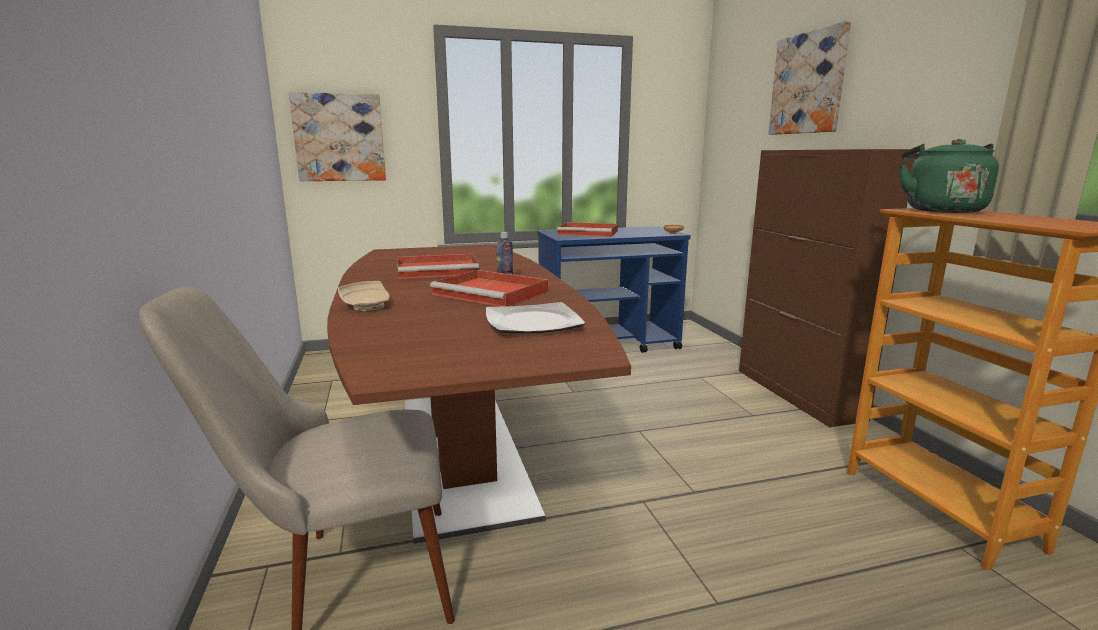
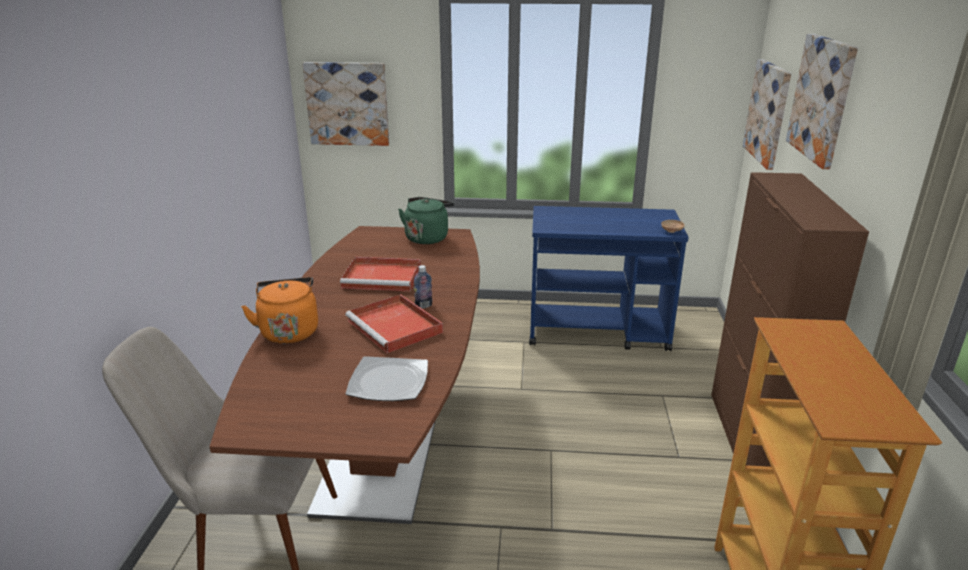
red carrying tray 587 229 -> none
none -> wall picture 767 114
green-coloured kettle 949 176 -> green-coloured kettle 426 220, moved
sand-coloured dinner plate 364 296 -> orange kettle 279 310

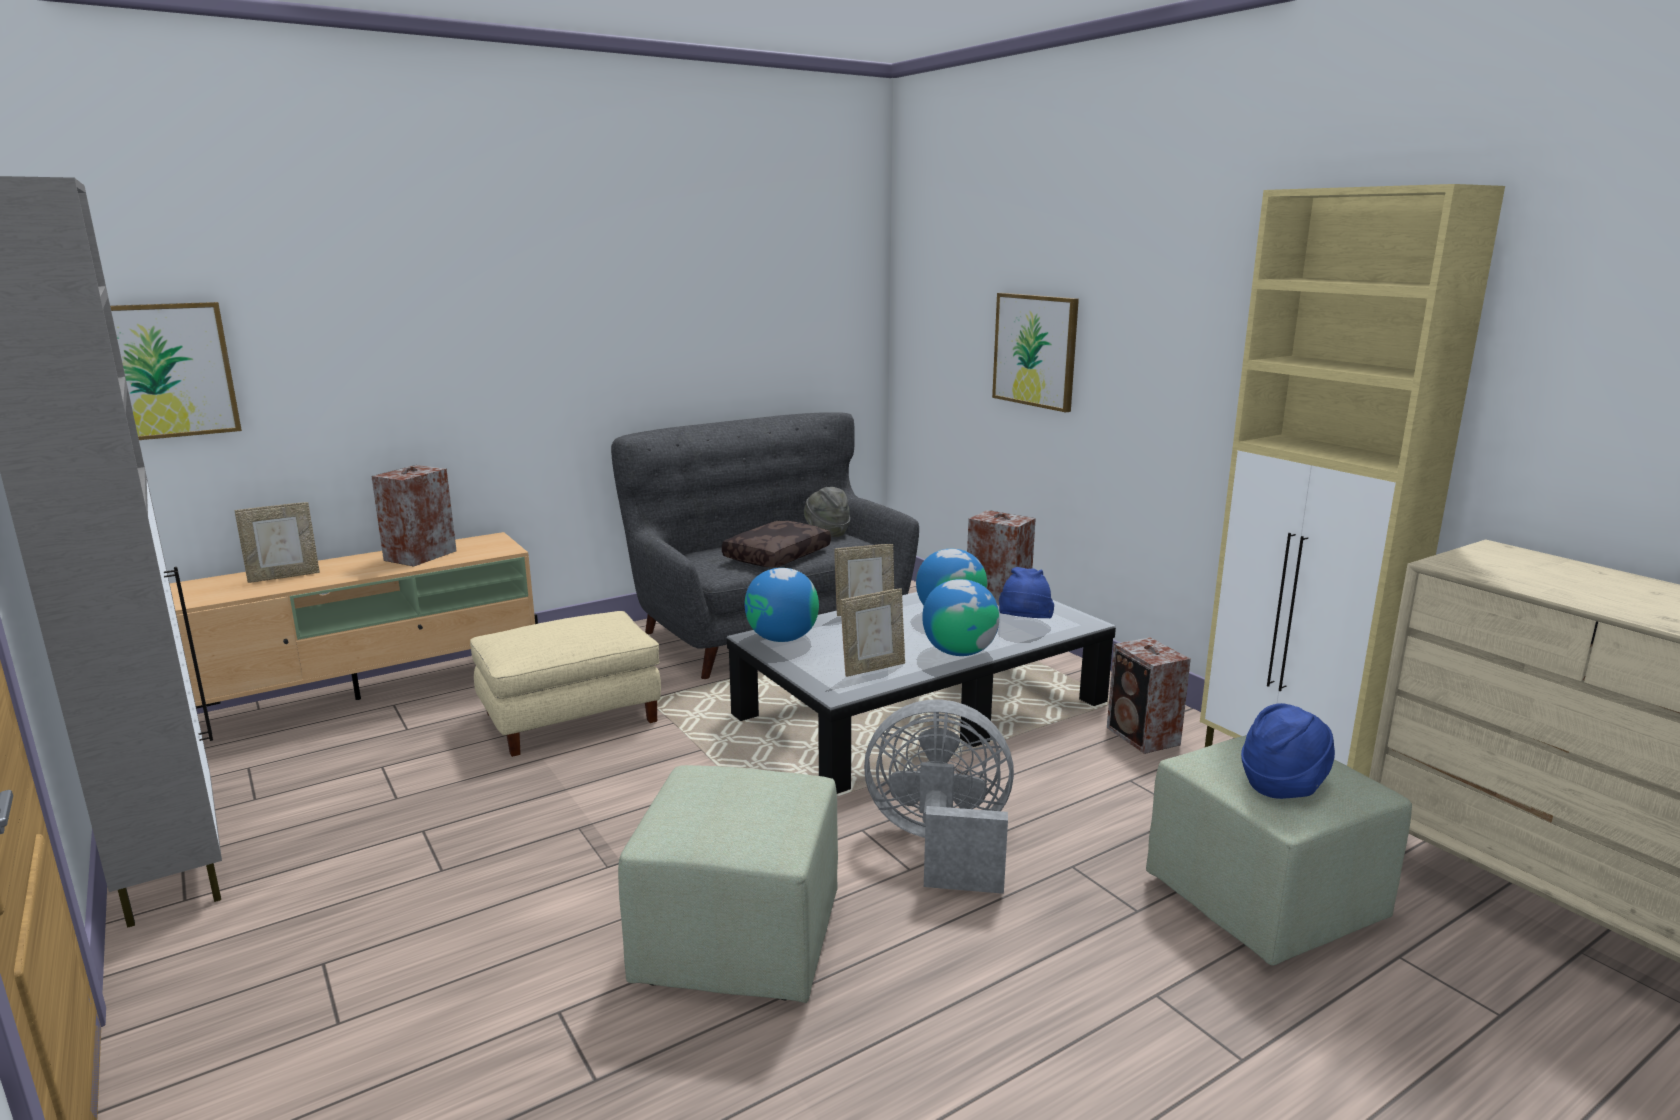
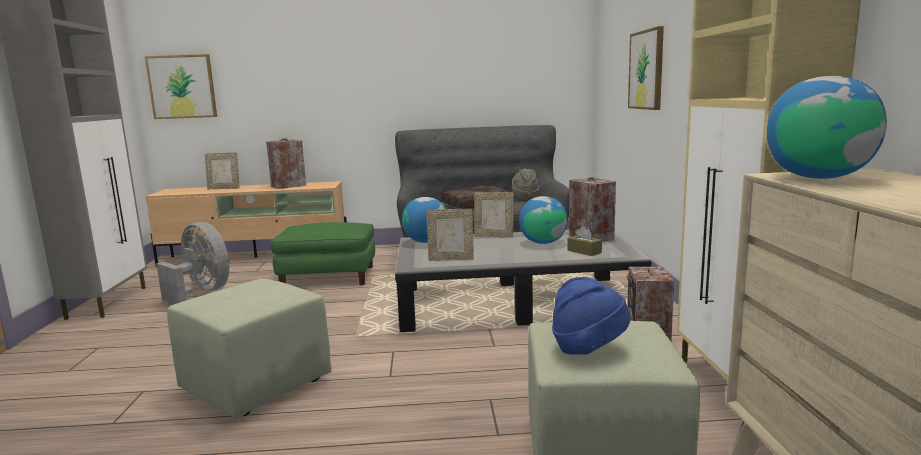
greyish fan 939 796 -> greyish fan 192 263, moved
world globe 960 617 -> world globe 827 127, moved
blue wearable hat 1026 592 -> brown box of tissues 584 241
sand-coloured pouffe 565 684 -> green-coloured pouffe 323 253

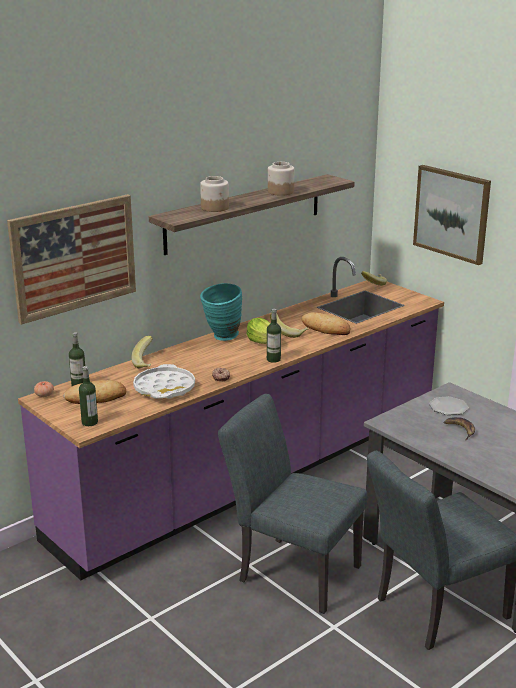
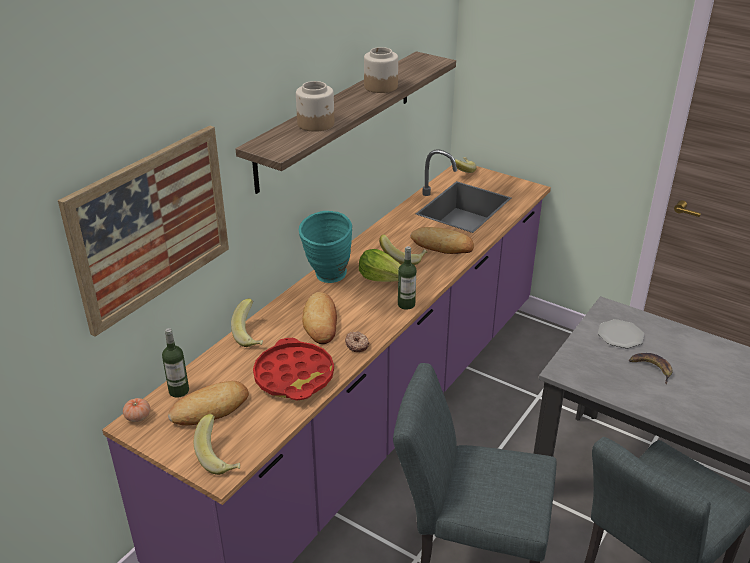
wall picture 452 215 -> none
none -> bread 319 318
beverage bottle 88 396 -> banana fruit 217 444
white carrying tray 164 381 -> red carrying tray 293 369

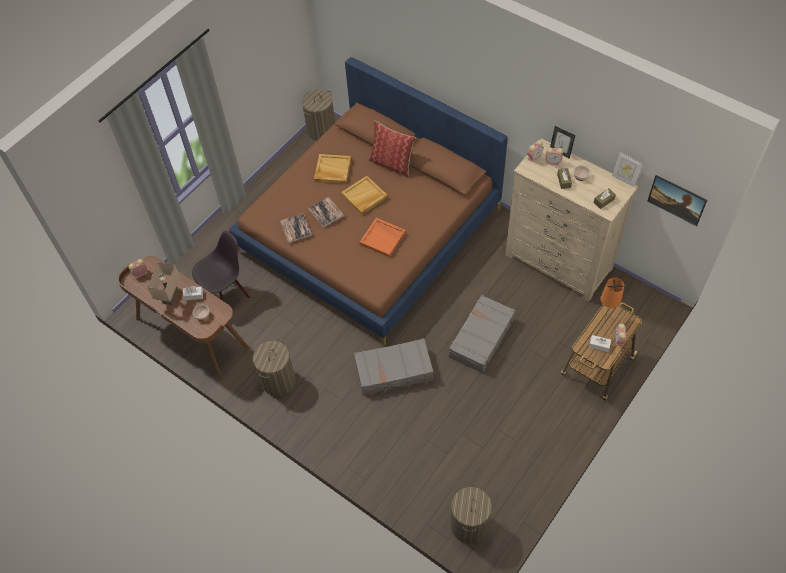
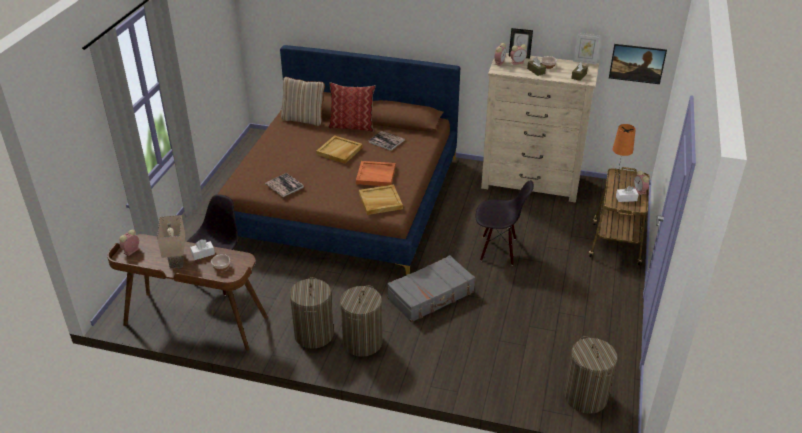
none -> sand-coloured cushion 303 101
hamper 318 115 -> hamper 361 321, moved
book 326 212 -> book 386 141, moved
sand-coloured carrying tray 332 169 -> sand-coloured carrying tray 381 200, moved
greyish travel case 482 334 -> black upright chair 504 223

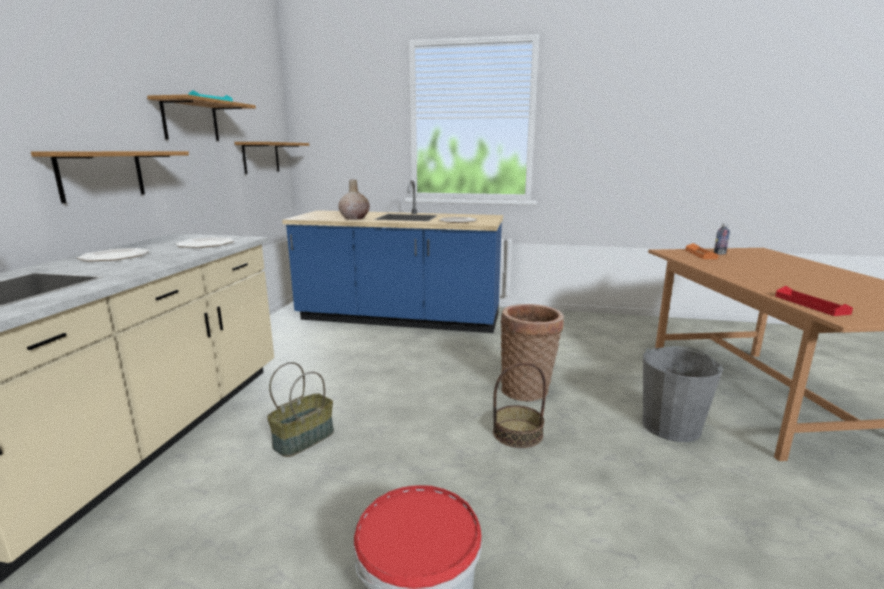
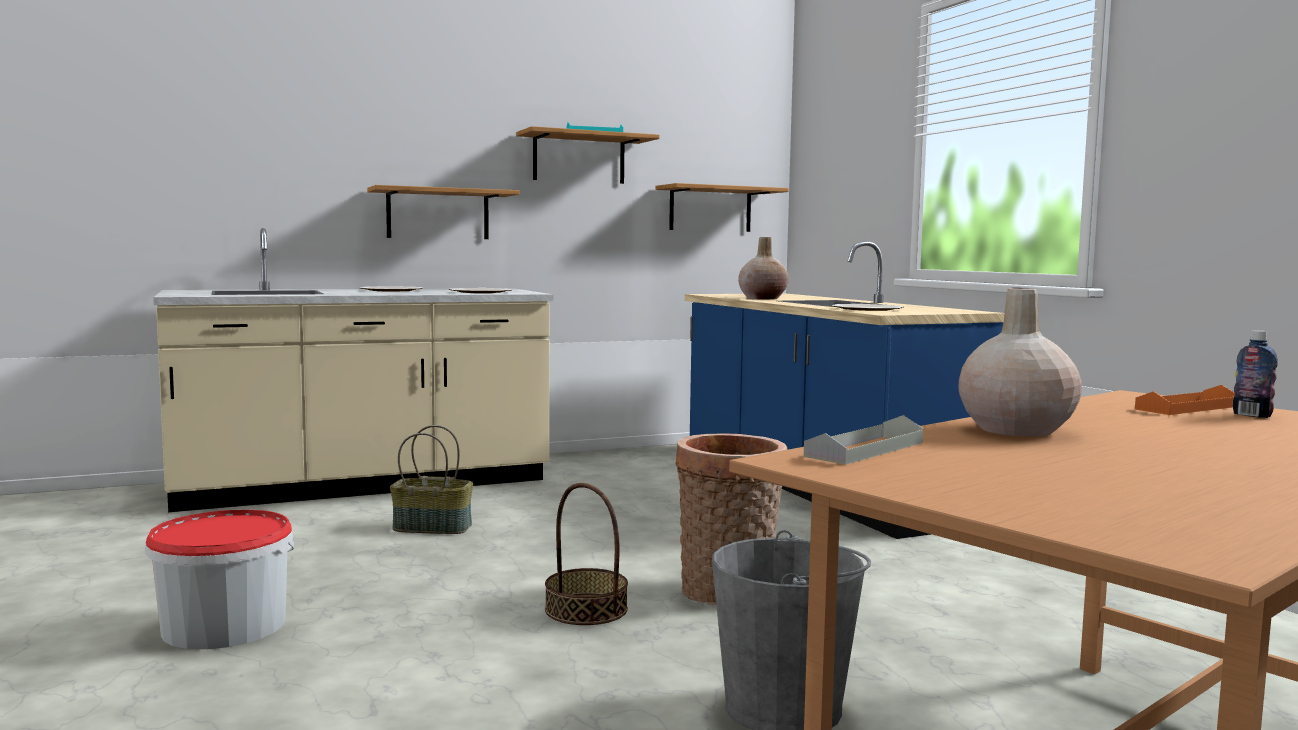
none -> sand-coloured vase 1020 362
red carrying tray 814 301 -> greyish carrying tray 863 440

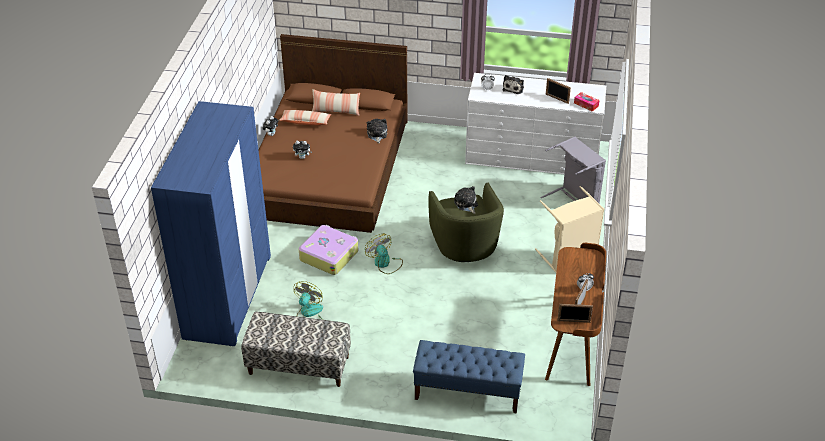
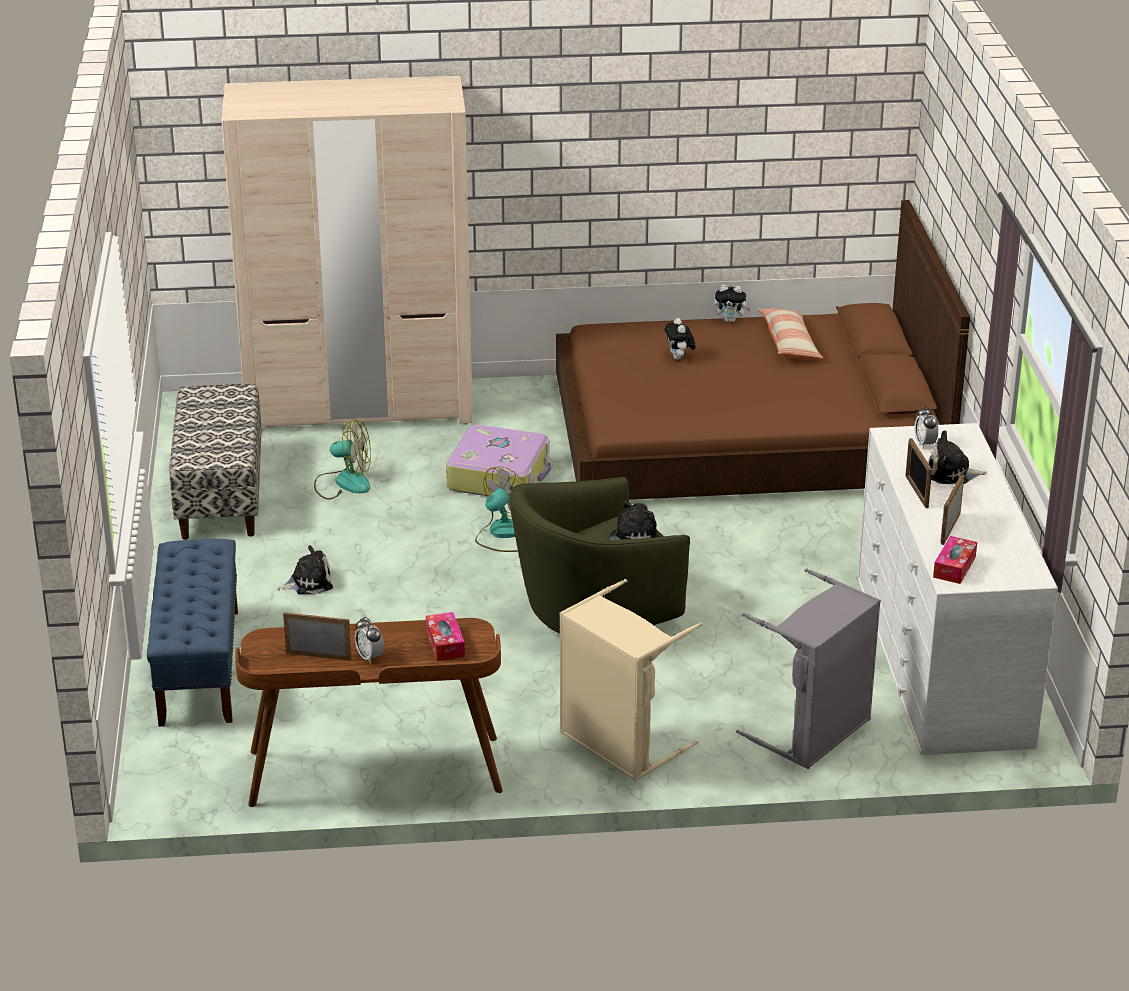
cushion 336 102 -> none
none -> box of tissues 445 636
plush toy 377 131 -> plush toy 305 569, moved
photo frame 575 313 -> photo frame 918 473, moved
blue armoire 211 223 -> sand-coloured armoire 347 251

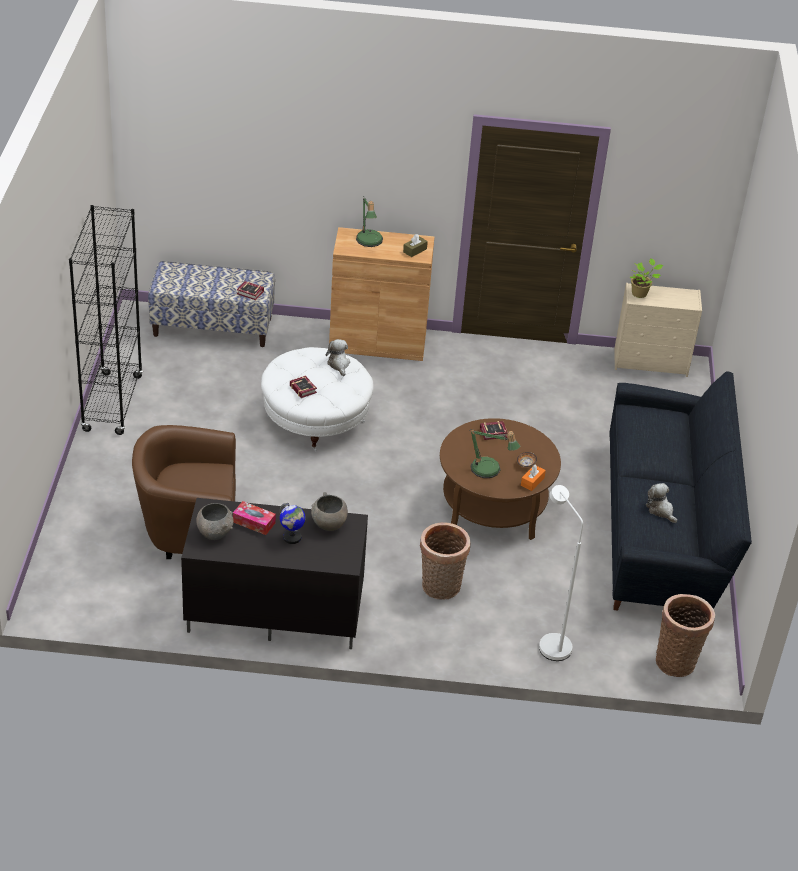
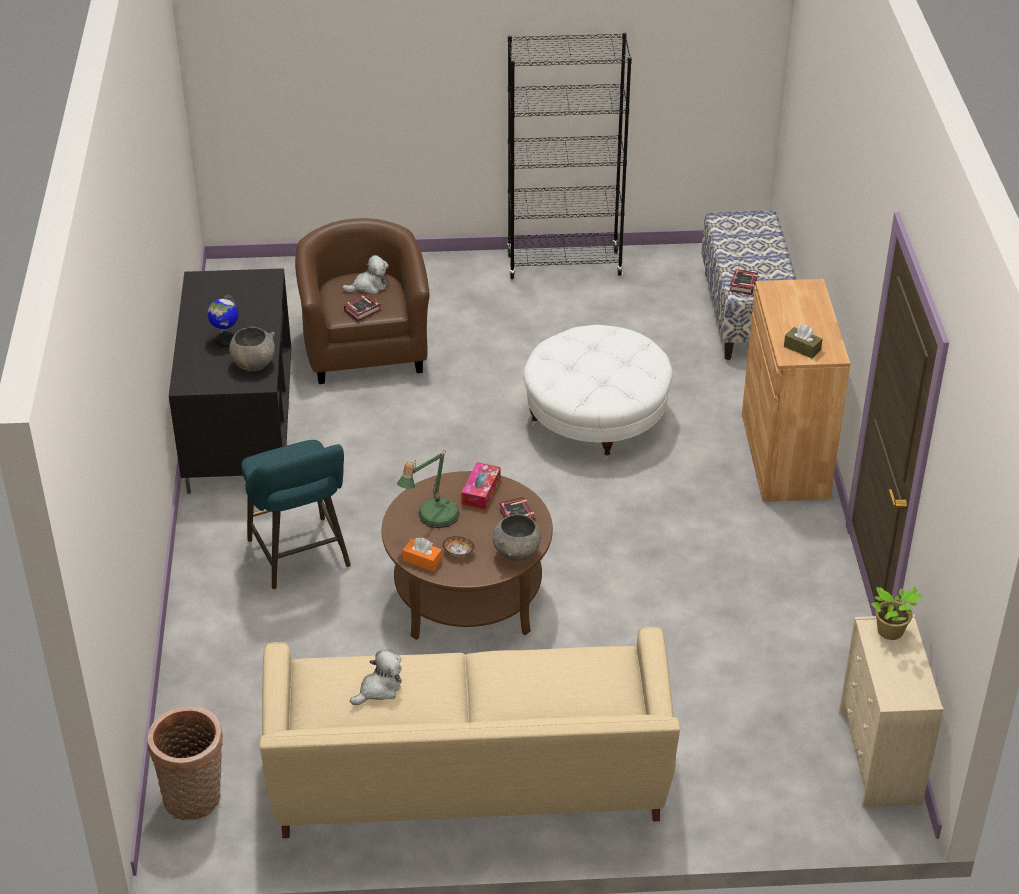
lamp for a table 369 222 -> none
white floor lamp 561 573 -> none
greyish deep dish 215 521 -> greyish deep dish 517 537, moved
box of tissues 254 518 -> box of tissues 481 486, moved
book 303 387 -> book 362 307, moved
plush toy 338 357 -> plush toy 365 274, moved
household basket 445 561 -> blue-green sitting stool 296 515
black couch 680 491 -> sand-coloured couch 469 732

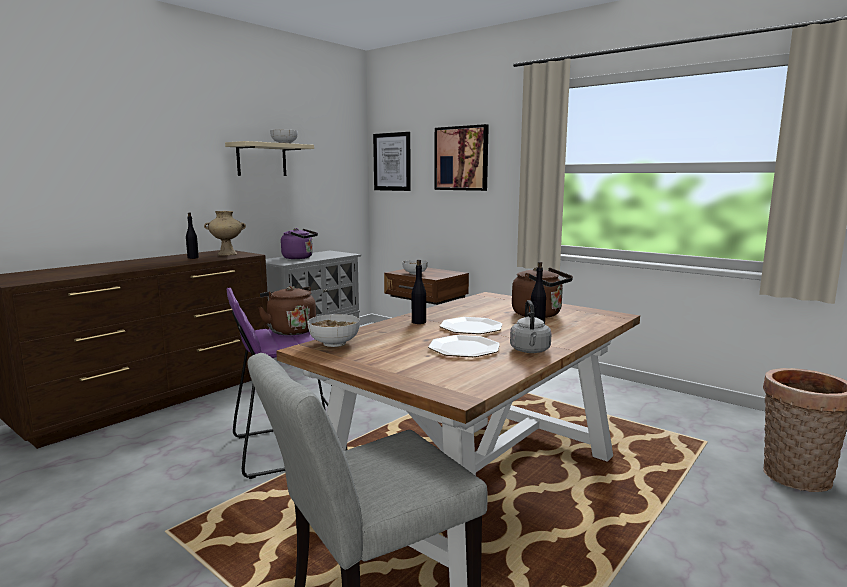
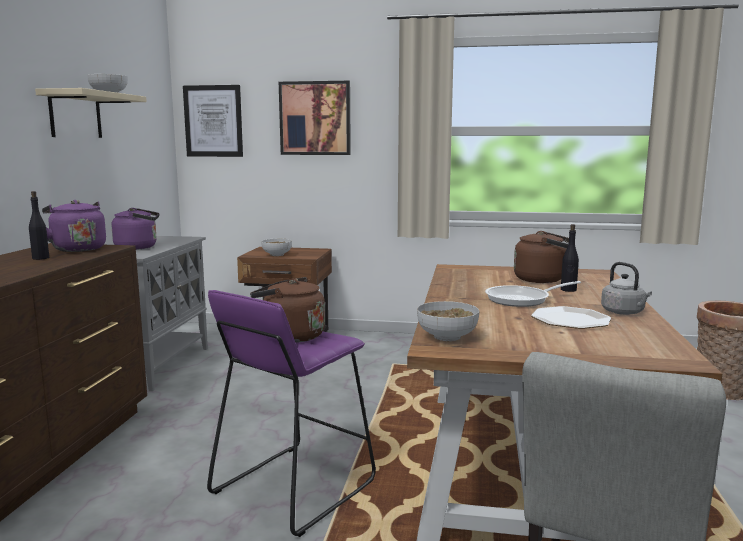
black beverage bottle 419 292 -> none
sand-coloured vase 225 233 -> purple-coloured kettle 74 226
dinner plate 471 325 -> skillet 533 294

